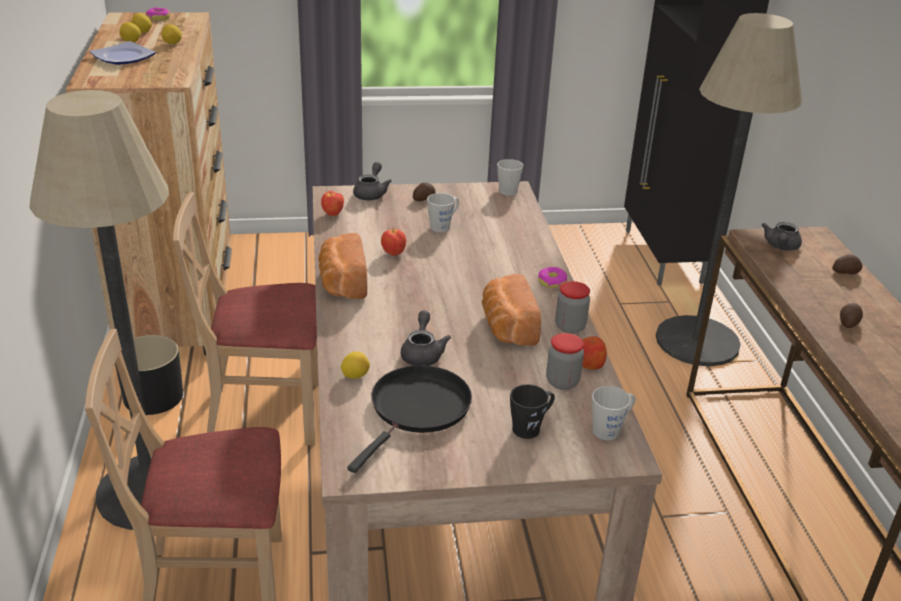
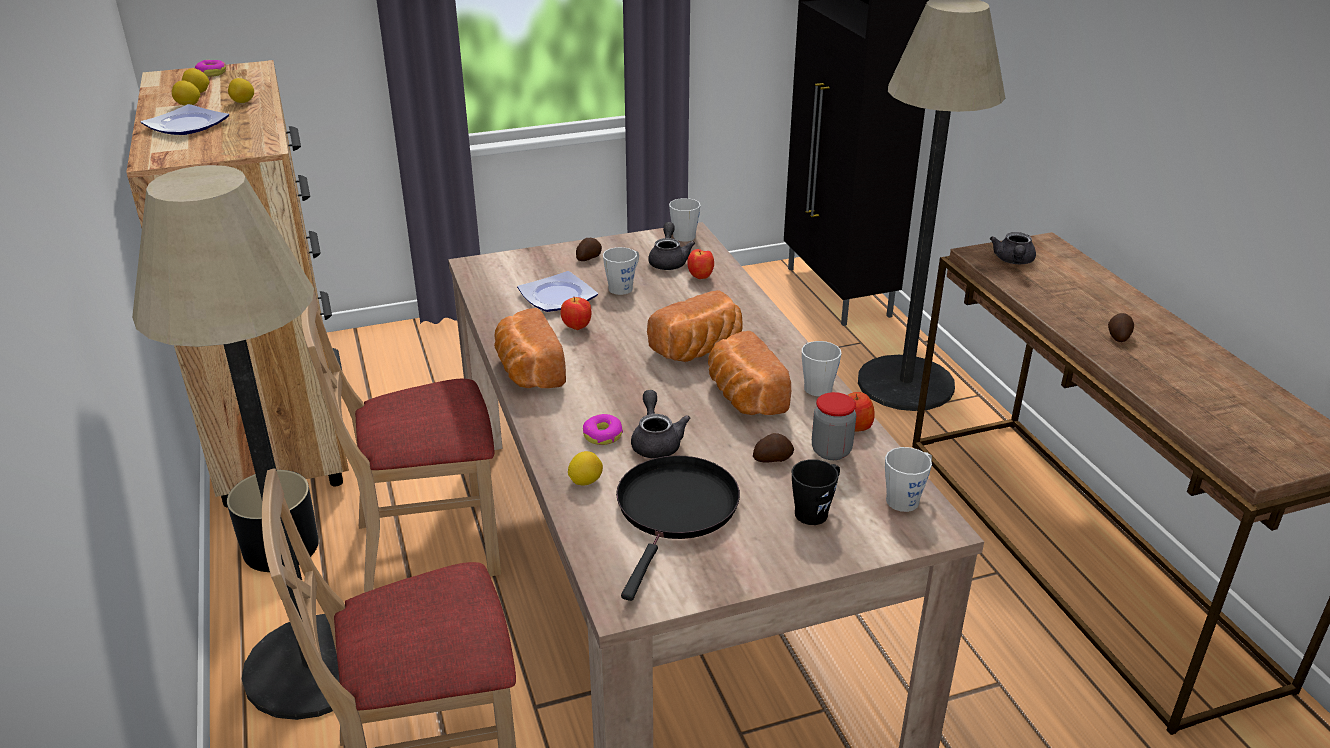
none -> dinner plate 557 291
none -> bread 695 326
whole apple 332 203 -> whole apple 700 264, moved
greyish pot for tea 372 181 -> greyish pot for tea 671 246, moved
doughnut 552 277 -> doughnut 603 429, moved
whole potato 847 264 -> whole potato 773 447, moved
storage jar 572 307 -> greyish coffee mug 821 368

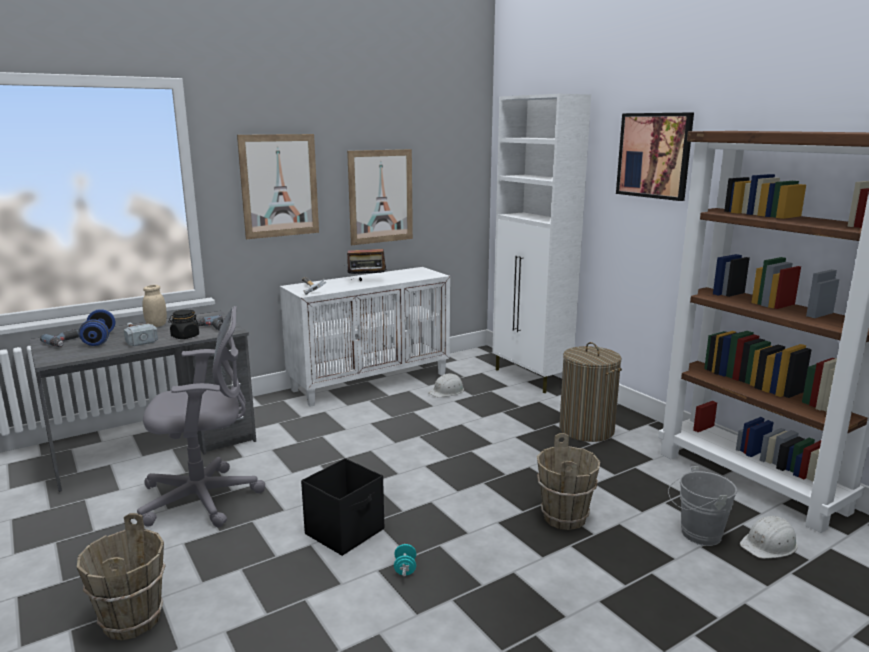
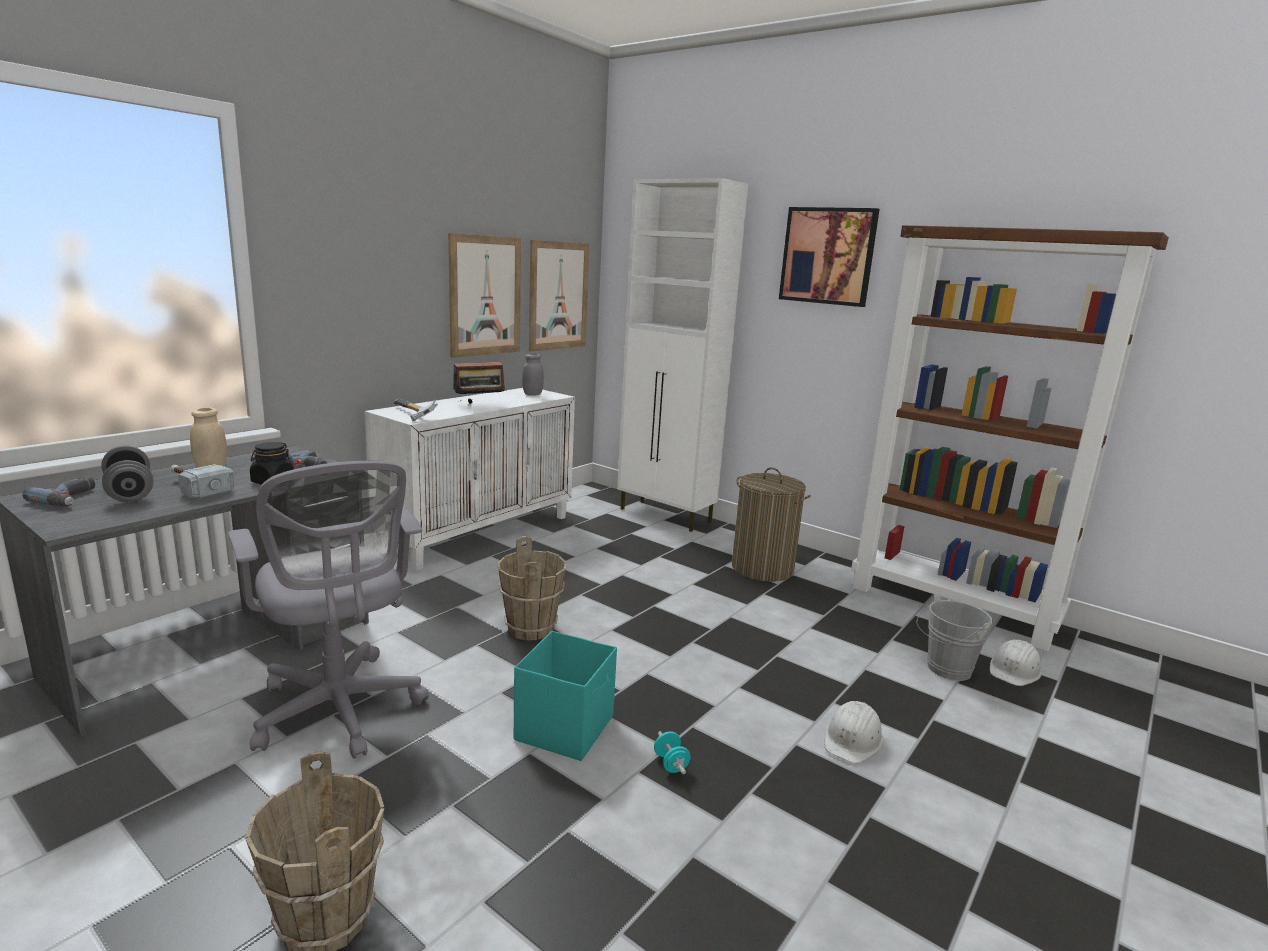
none -> greyish storage jar 533 375
wall picture 278 186 -> wall picture 559 296, moved
white safety helmet 446 385 -> white safety helmet 854 732, moved
brown pail 568 481 -> brown pail 532 588, moved
blue dumbbell 97 327 -> greyish dumbbell 127 474
black storage box 342 507 -> blue-green storage box 565 696
greyish office chair 201 416 -> greyish office chair 328 610, 90 degrees clockwise

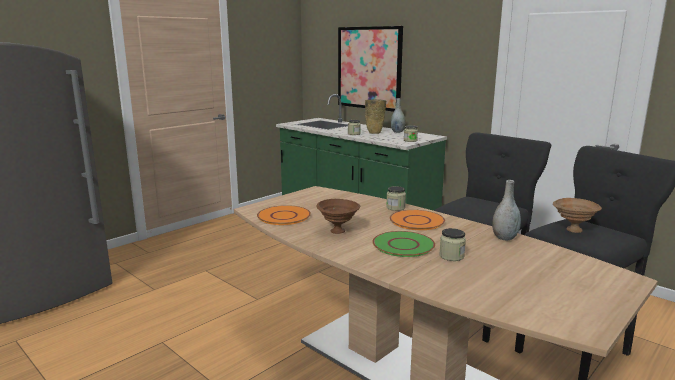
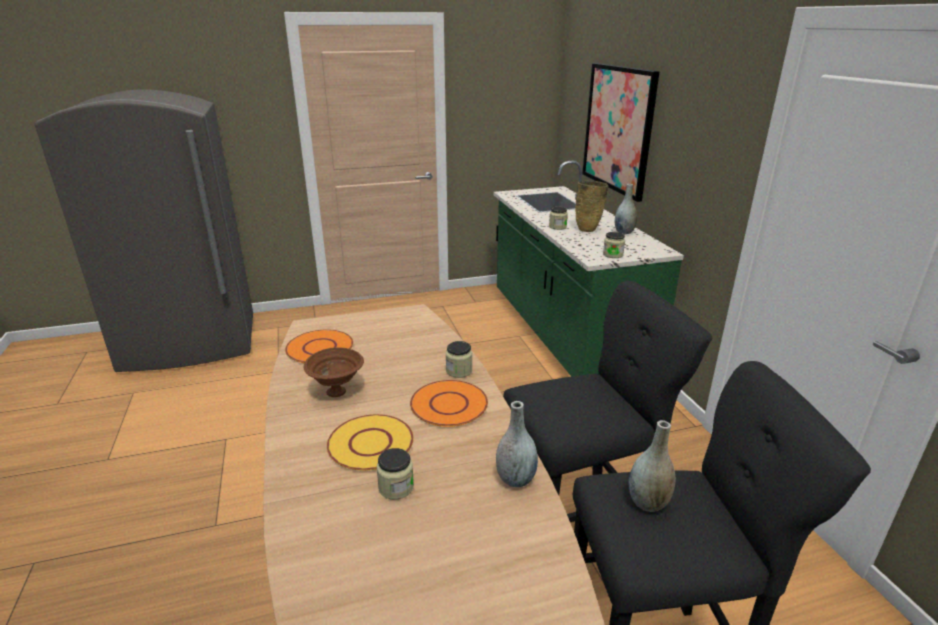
brown deep dish 577 215 -> greyish vase 652 466
green-coloured dinner plate 403 244 -> yellowish dinner plate 370 442

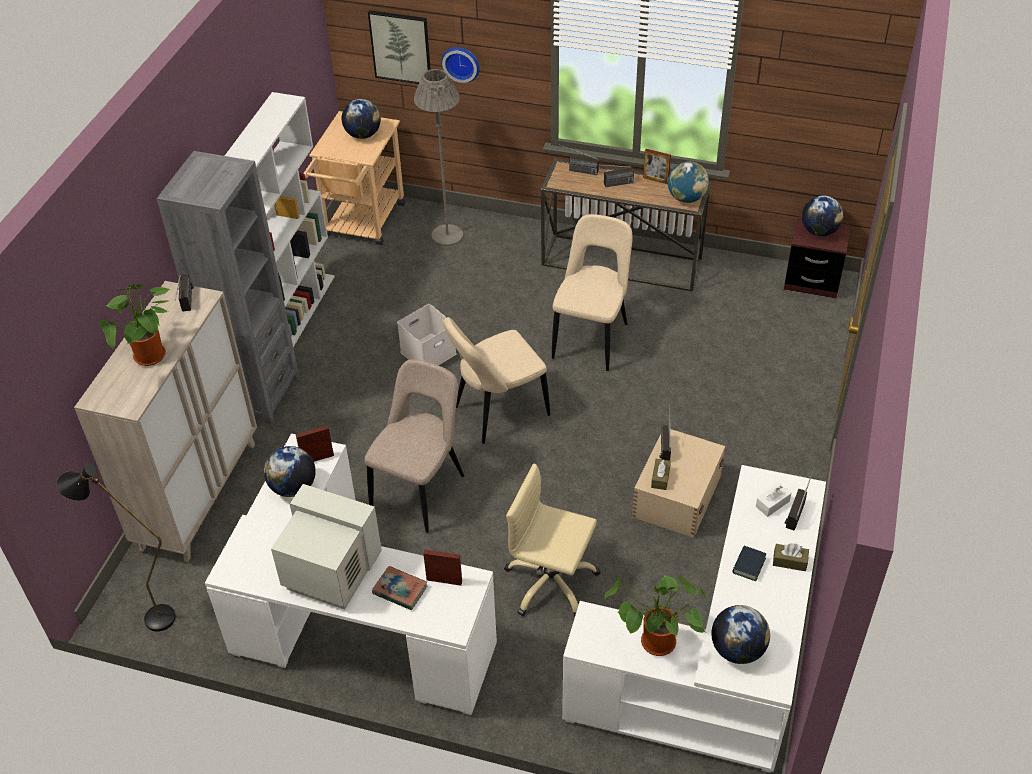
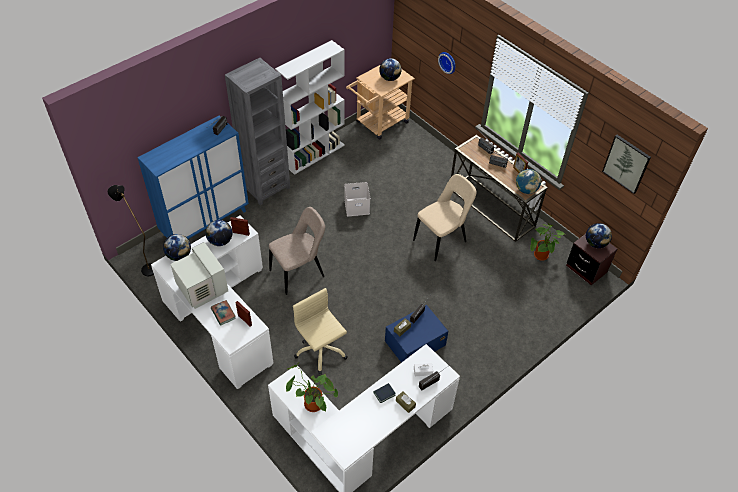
greyish floor lamp 438 157 -> none
sand-coloured upright chair 496 380 -> none
houseplant 134 325 -> houseplant 547 242, moved
wall picture 399 47 -> wall picture 626 164, moved
world globe 740 634 -> world globe 177 247, moved
sand-coloured cabinet 165 421 -> blue cabinet 193 177
sand-coloured storage box 679 483 -> blue storage box 417 334

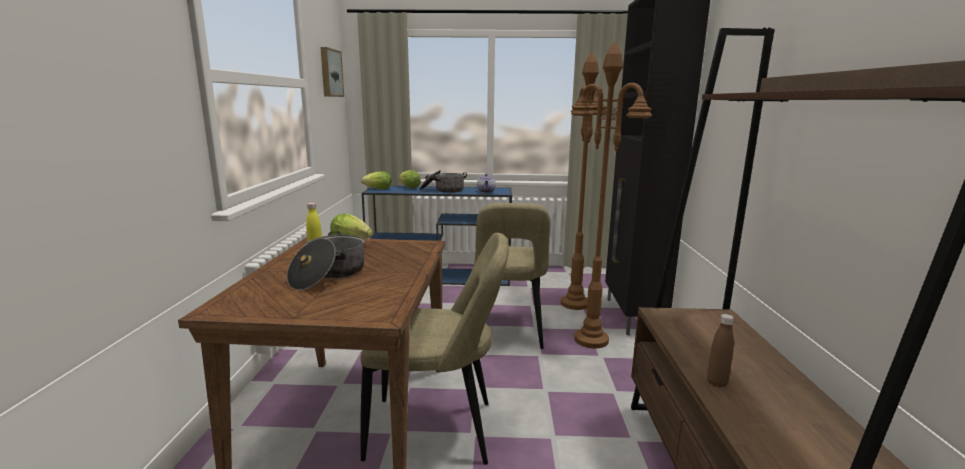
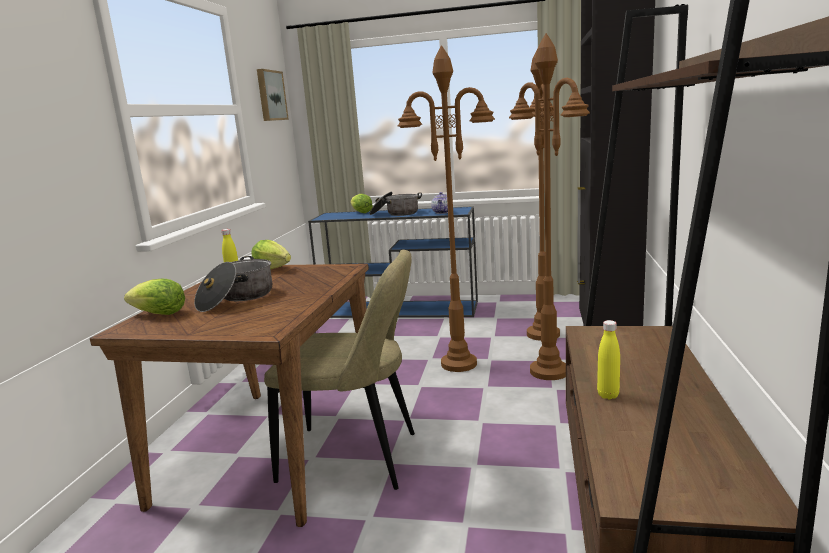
lettuce head 376 180 -> lettuce head 154 297, moved
sand-coloured upright chair 512 276 -> brown floor lamp 446 208
brown beverage bottle 720 350 -> yellowish beverage bottle 608 359

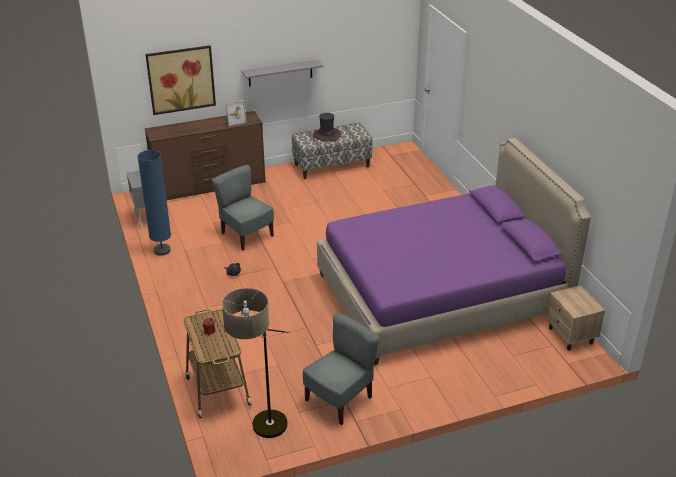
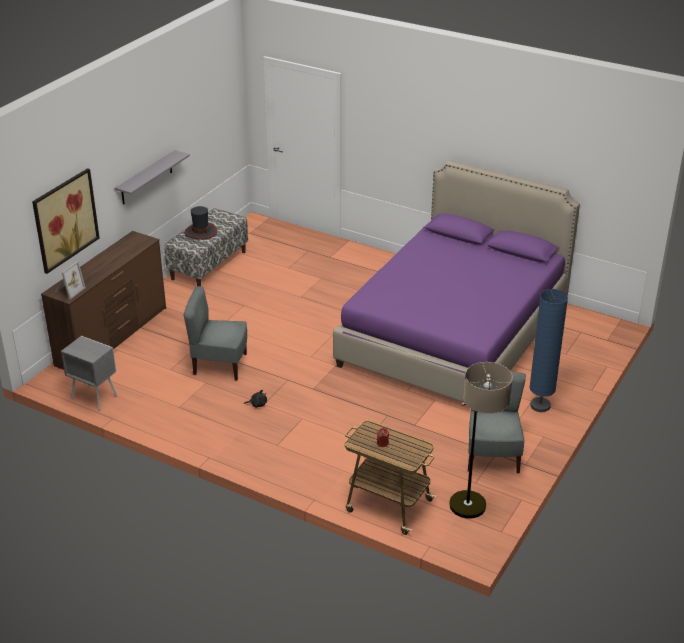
sand-coloured bedside table 575 317 -> none
blue floor lamp 154 203 -> blue floor lamp 548 350, moved
photo frame 236 113 -> photo frame 70 280, moved

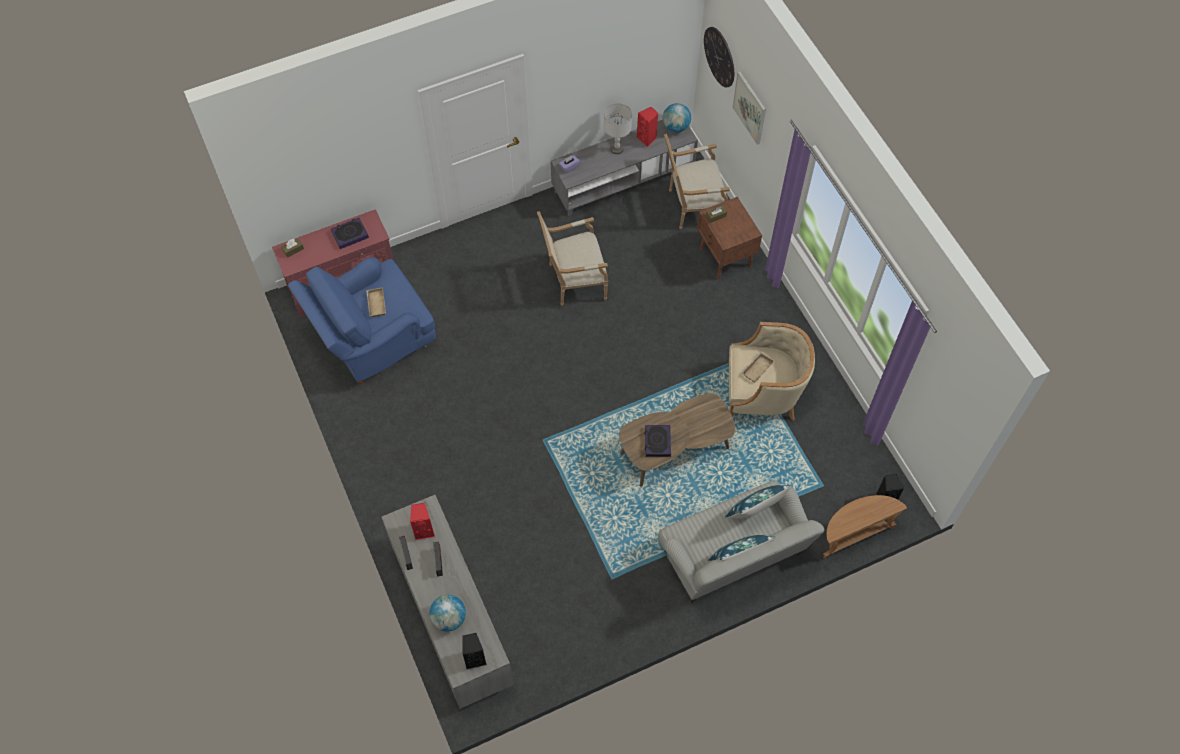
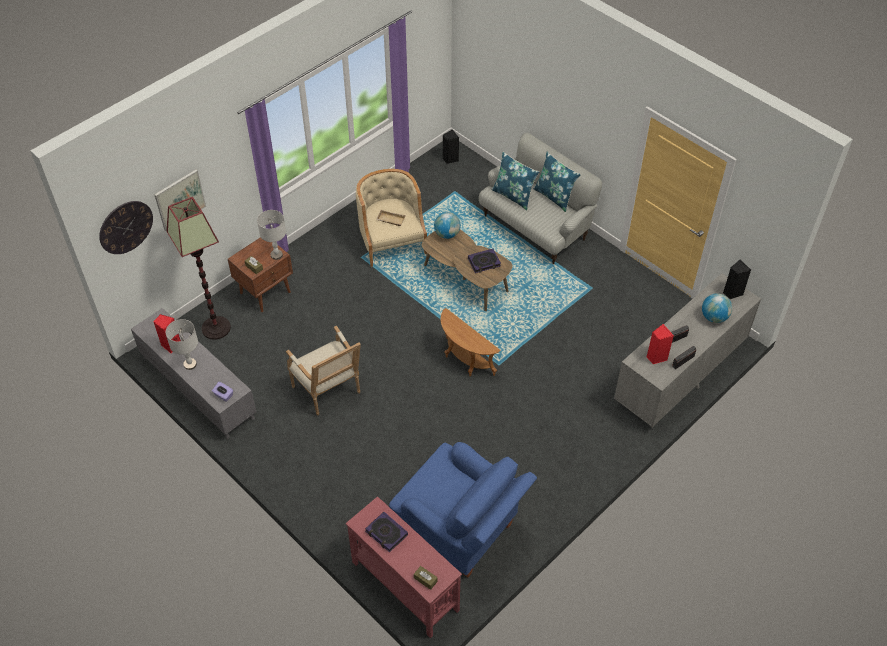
sand-coloured carrying tray 376 302 -> none
none -> greyish lamp for a table 271 235
world globe 677 118 -> world globe 447 225, moved
brown side table 865 527 -> brown side table 471 342, moved
easy chair 697 182 -> floor lamp 199 268

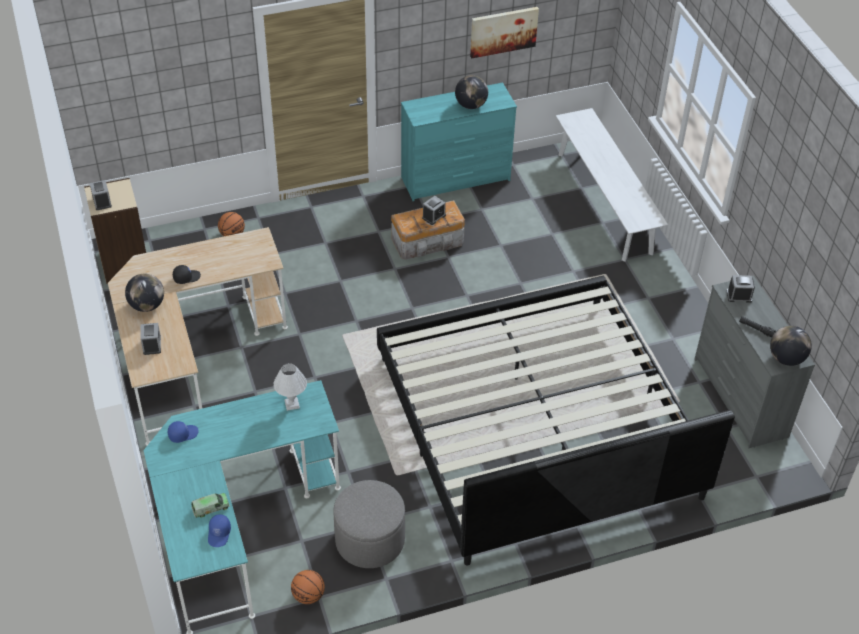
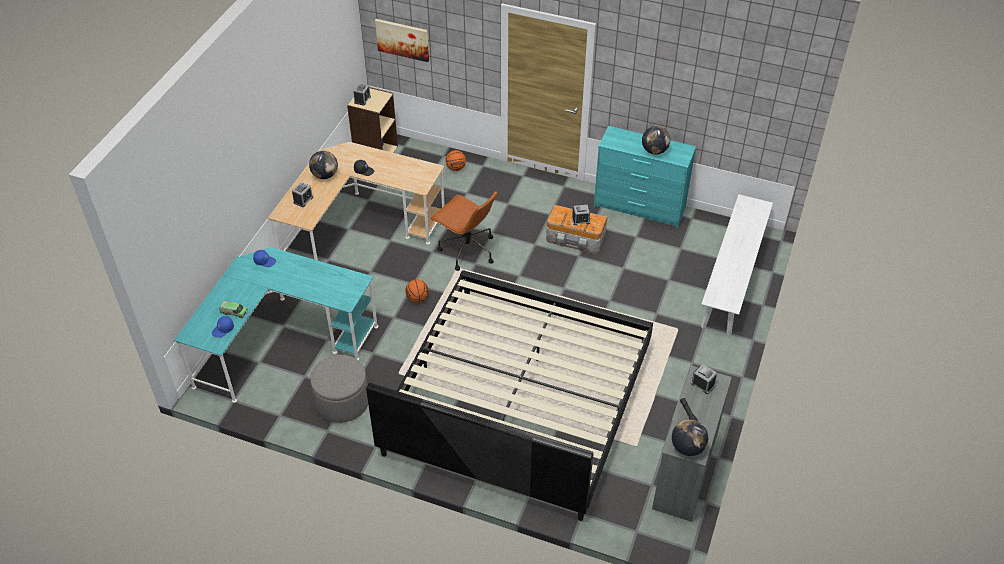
white lamp for a table 290 387 -> none
none -> brown office chair 463 231
ball for basketball 308 587 -> ball for basketball 417 291, moved
wall picture 504 32 -> wall picture 402 40, moved

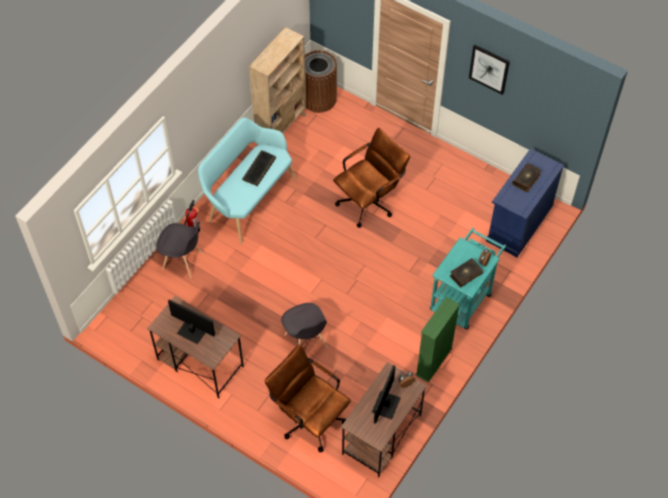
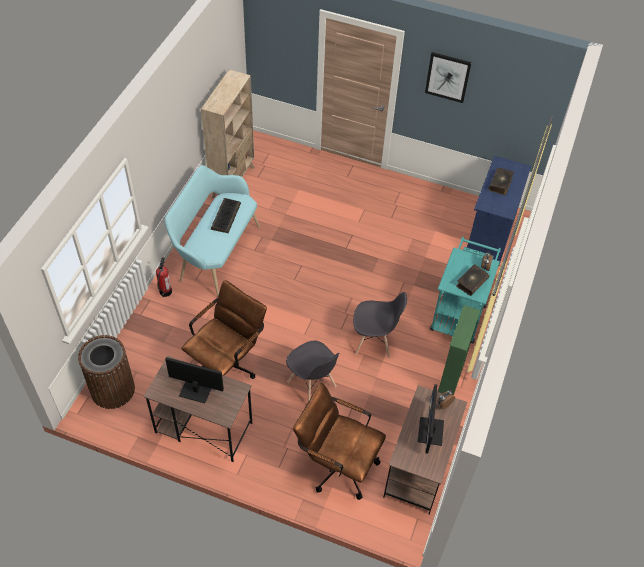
greyish upright chair 179 249 -> greyish upright chair 380 325, moved
brown rubbish bin 321 81 -> brown rubbish bin 106 372, moved
brown office chair 371 178 -> brown office chair 224 329, moved

